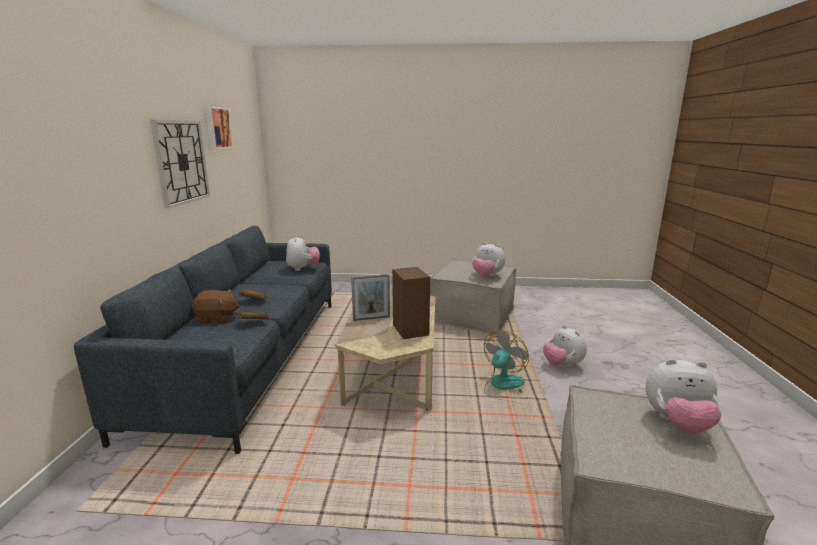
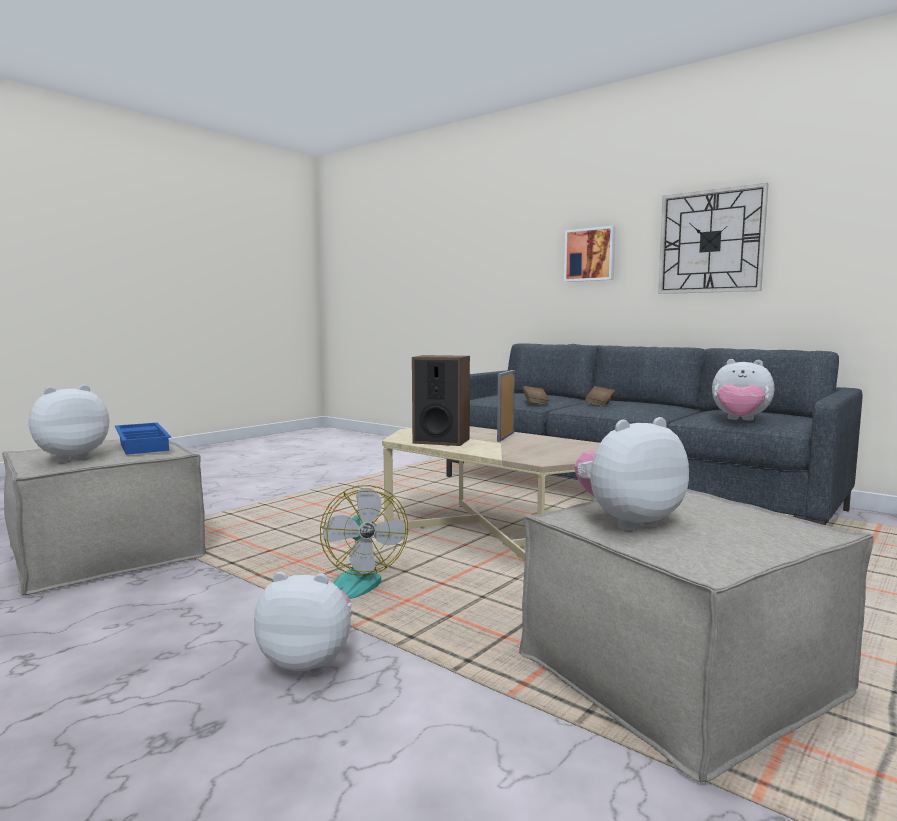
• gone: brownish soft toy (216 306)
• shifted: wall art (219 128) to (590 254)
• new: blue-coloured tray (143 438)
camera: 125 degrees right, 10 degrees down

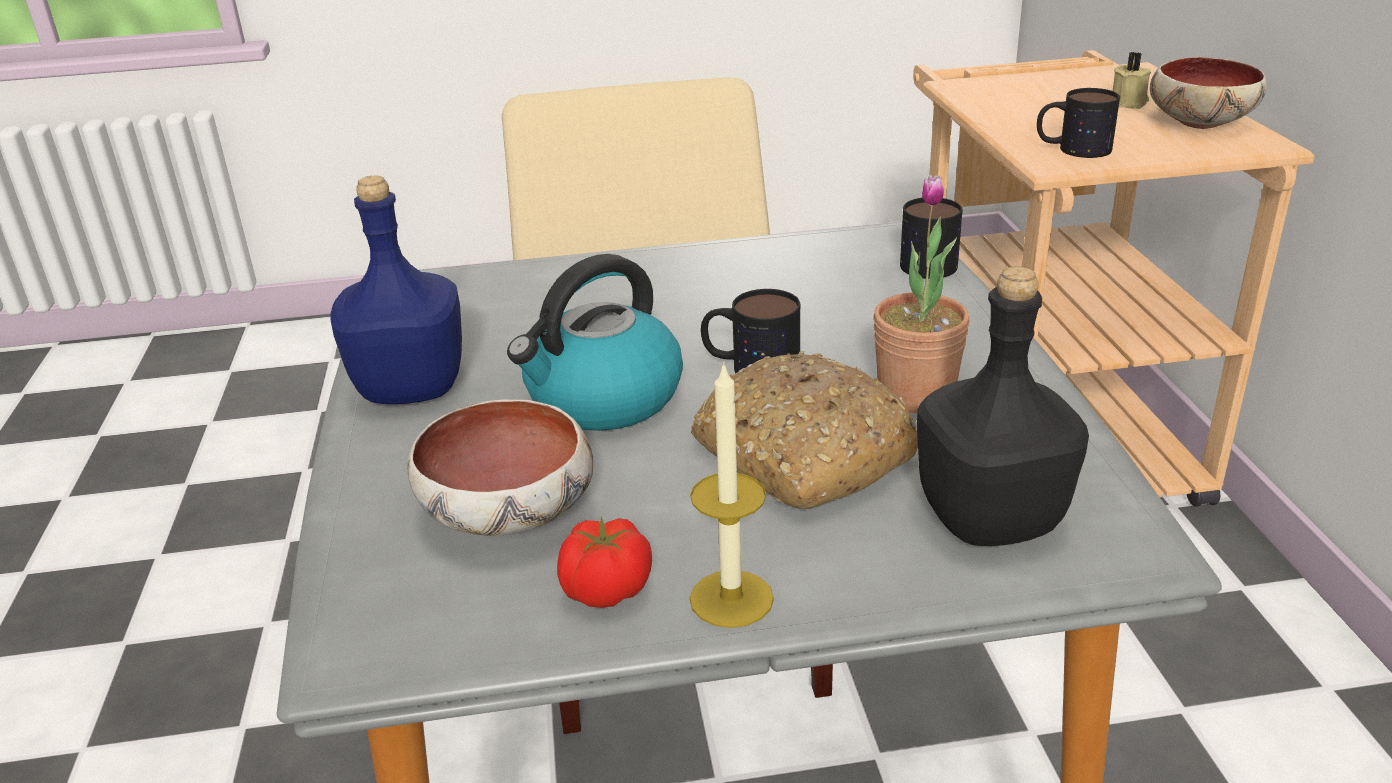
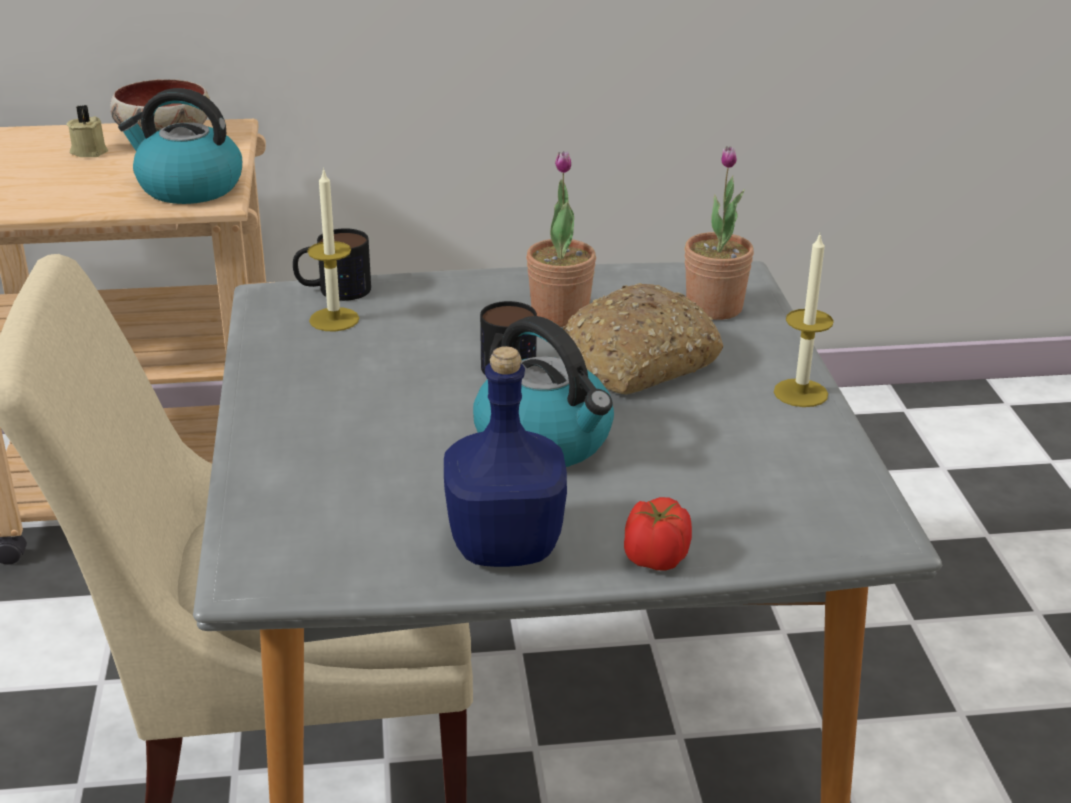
• gone: serving bowl (500 467)
• shifted: whole tomato (604 562) to (658 533)
• swapped: black beverage bottle (1003 406) to potted plant (719 233)
• swapped: tea mug (1078 123) to kettle (180 146)
• new: wax light (333 250)
camera: 90 degrees left, 0 degrees up

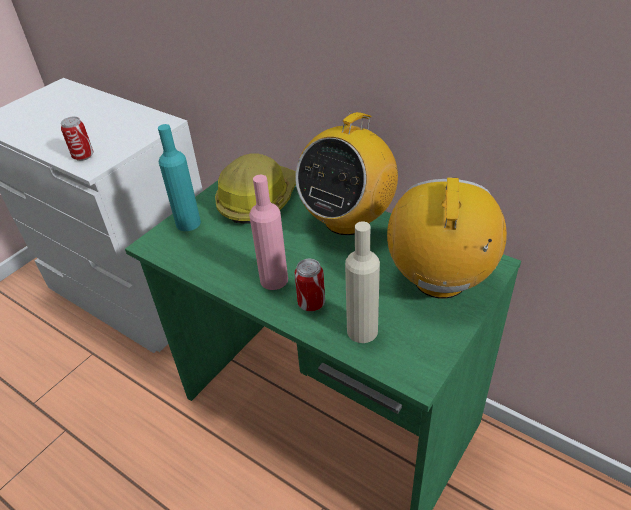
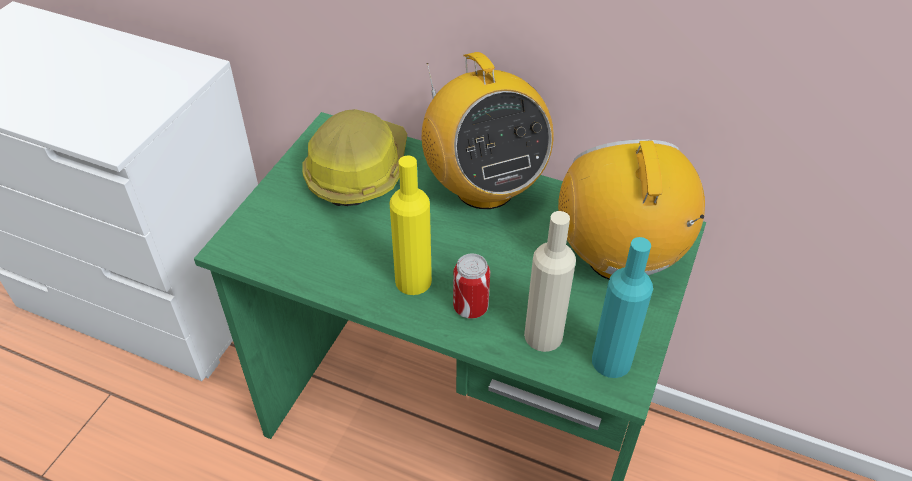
• gone: sealed can (77 139)
• shifted: blue-green beverage bottle (179 177) to (622 307)
• repainted: pink-coloured beverage bottle (268 232) to yellow beverage bottle (410 225)
• rotated: radio set (346 173) = (487 130) 45 degrees counterclockwise
camera: 15 degrees left, 5 degrees up

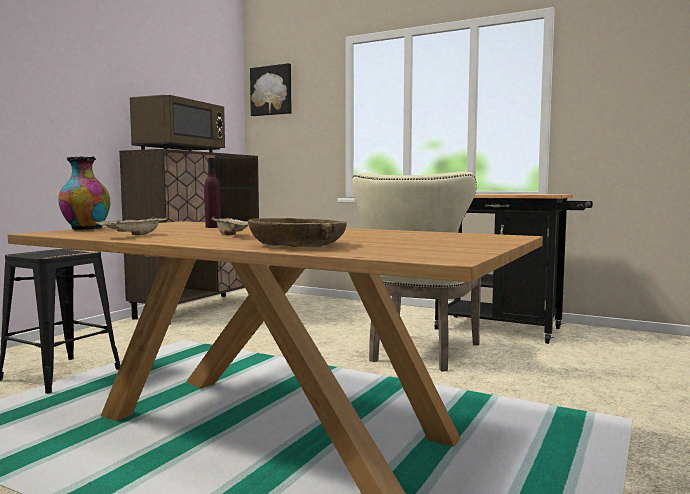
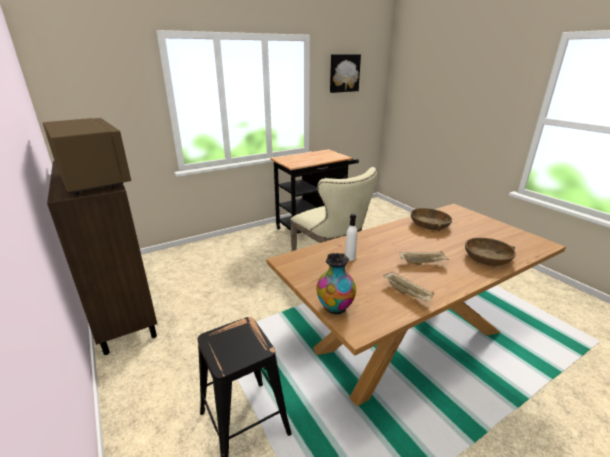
• repainted: purplish beverage bottle (213 193) to white-coloured beverage bottle (351 237)
• shifted: wall art (270 89) to (345 73)
• new: brownish serving bowl (431 219)
camera: 60 degrees left, 20 degrees up

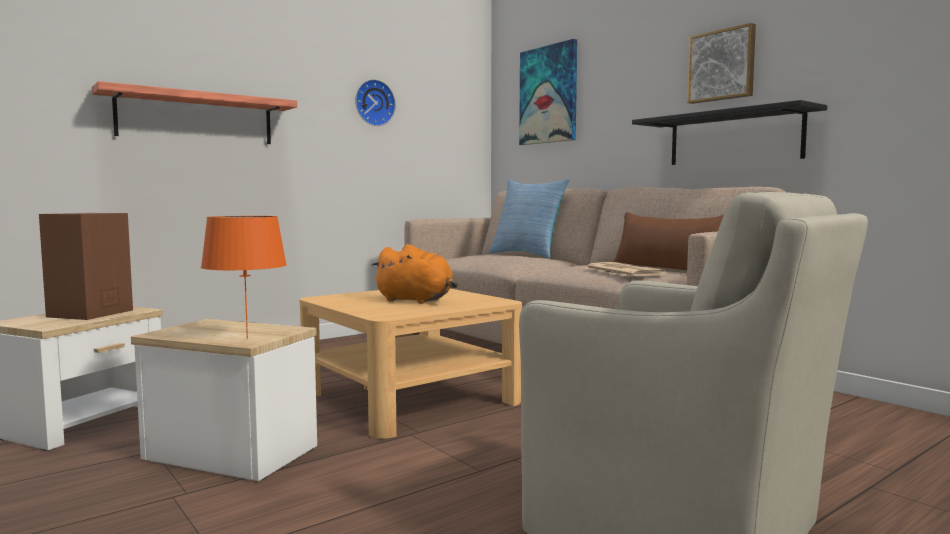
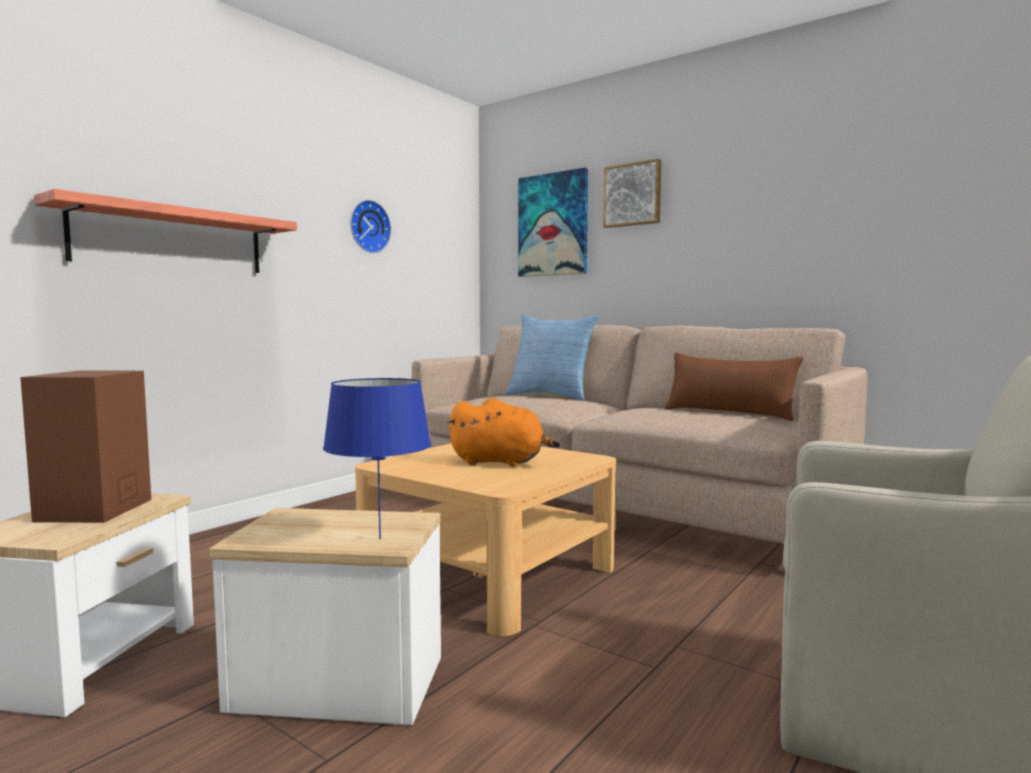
• repainted: orange lamp for a table (244 277) to blue-coloured lamp for a table (377 458)
• gone: daily paper (625 269)
• gone: black shelf (729 132)
• shifted: wall art (721 63) to (632 193)
camera: 15 degrees left, 0 degrees up

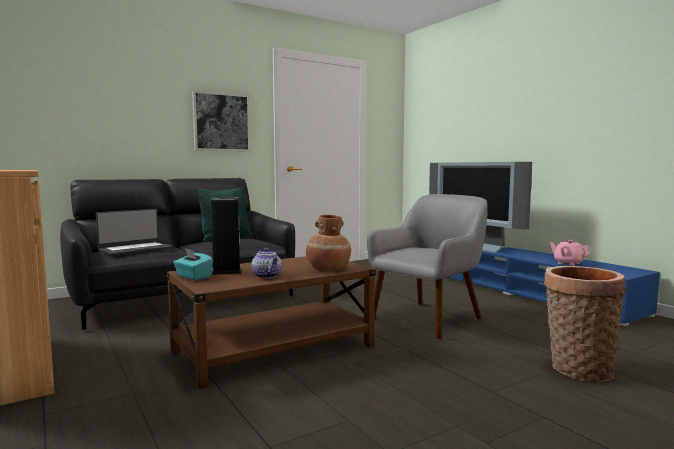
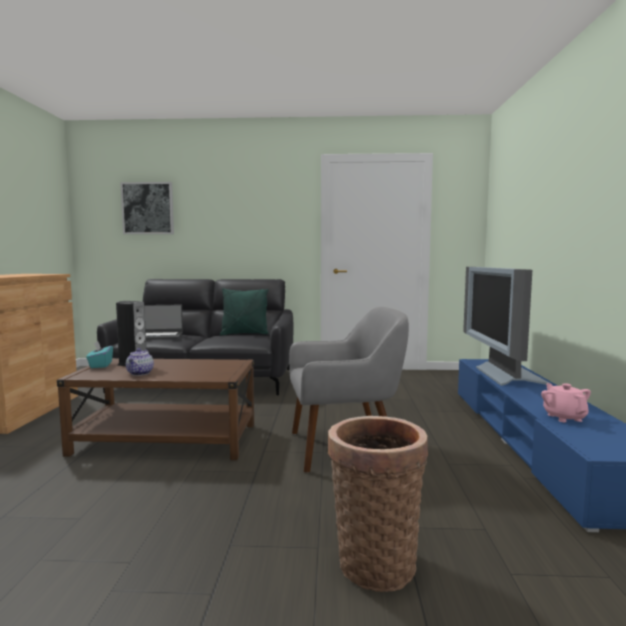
• shifted: wall art (221 120) to (147 208)
• gone: brownish flower vase (328 243)
camera: 35 degrees right, 0 degrees up

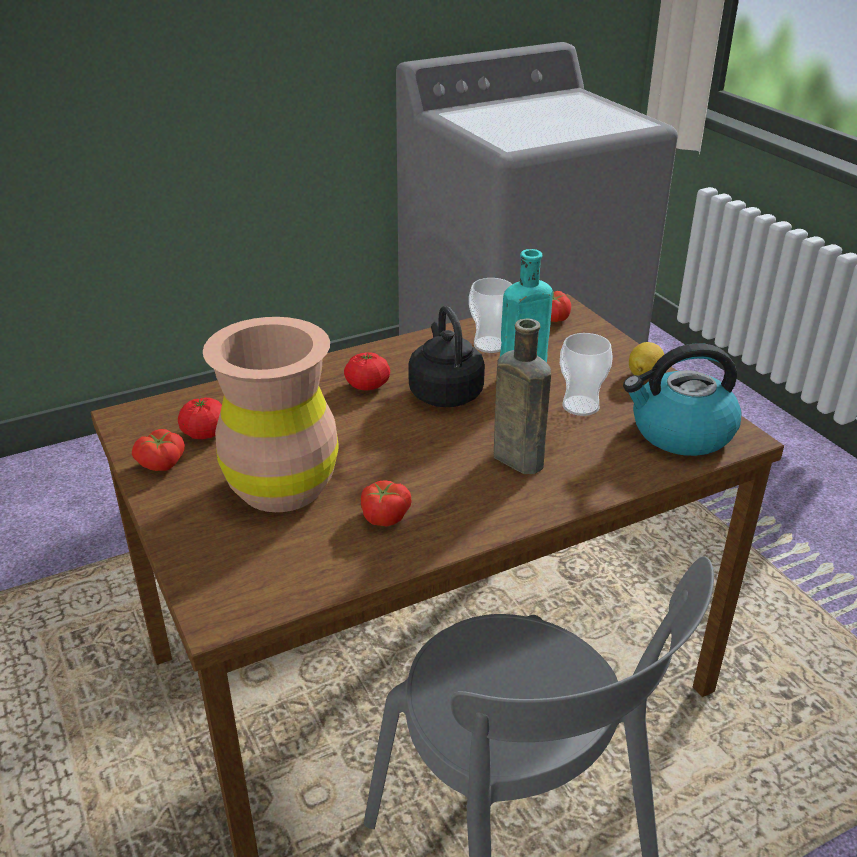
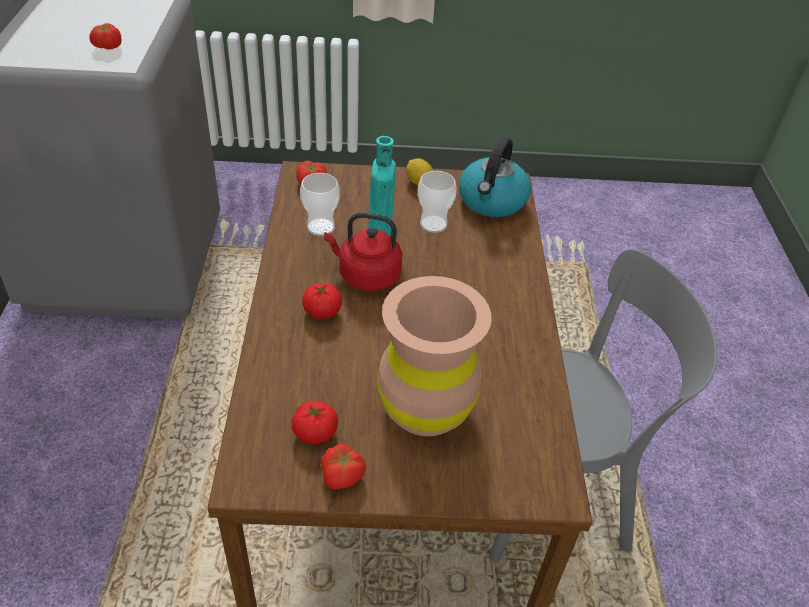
• shifted: whole tomato (386 503) to (105 36)
• repainted: black kettle (446 356) to red-coloured kettle (363 251)
• gone: brownish beverage bottle (522 396)
camera: 65 degrees left, 10 degrees up

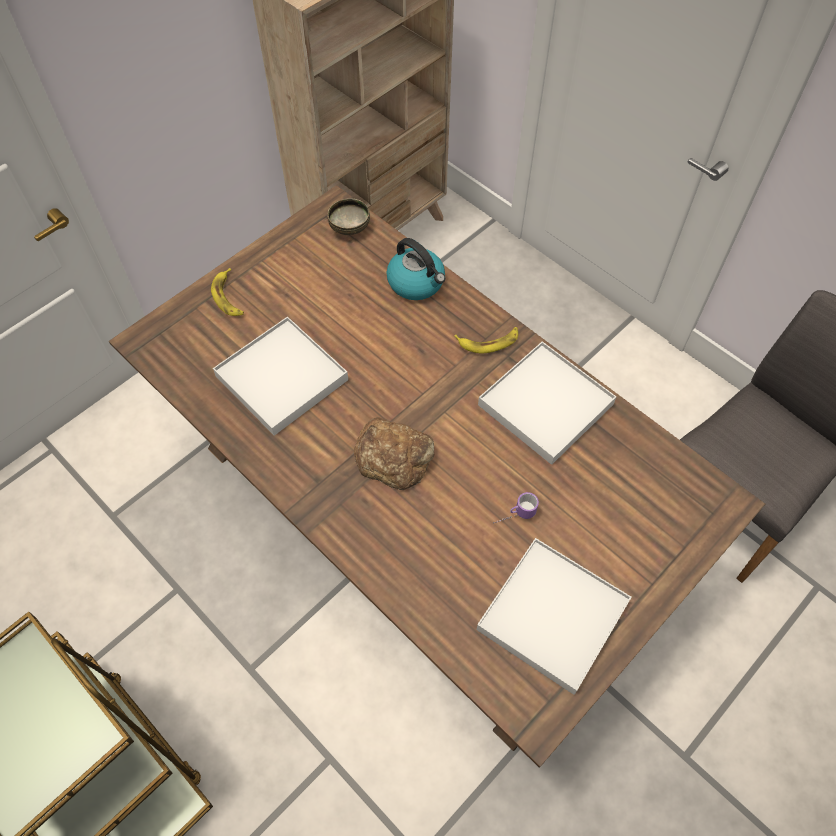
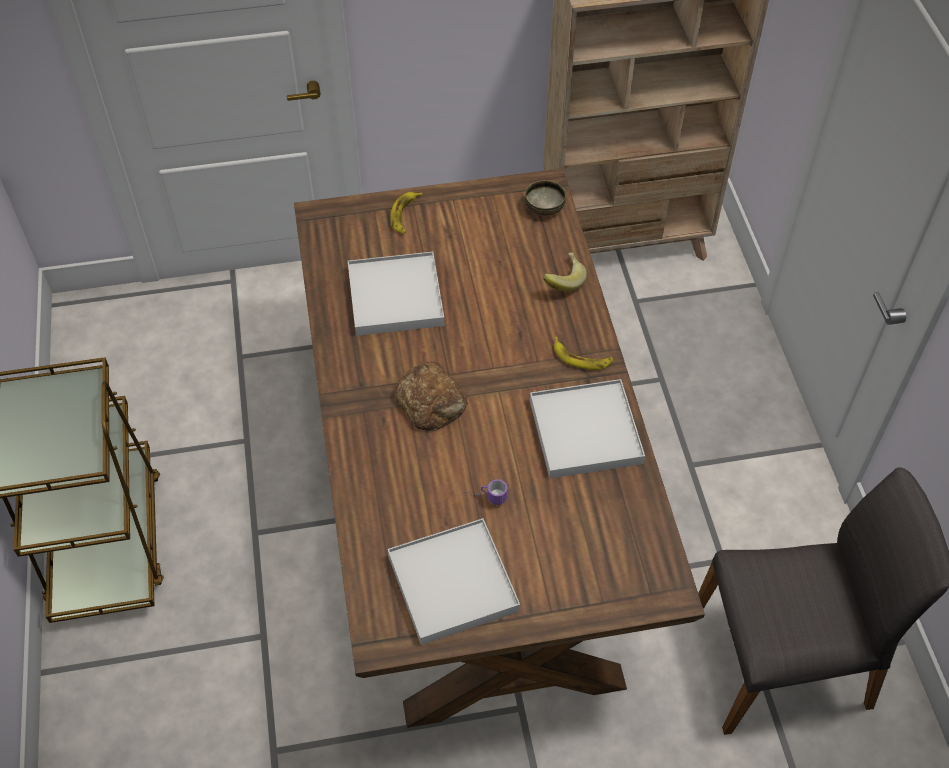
• swapped: kettle (415 269) to banana fruit (565 272)
camera: 35 degrees right, 5 degrees down

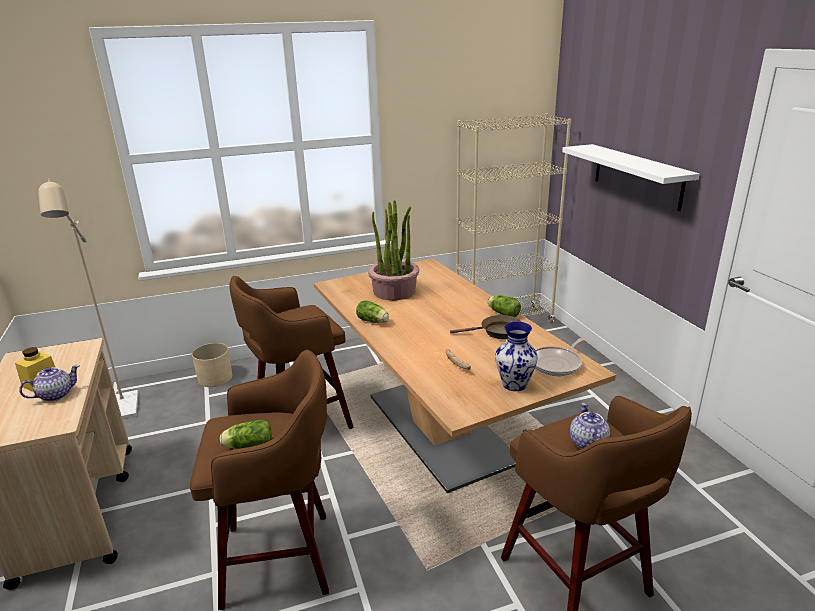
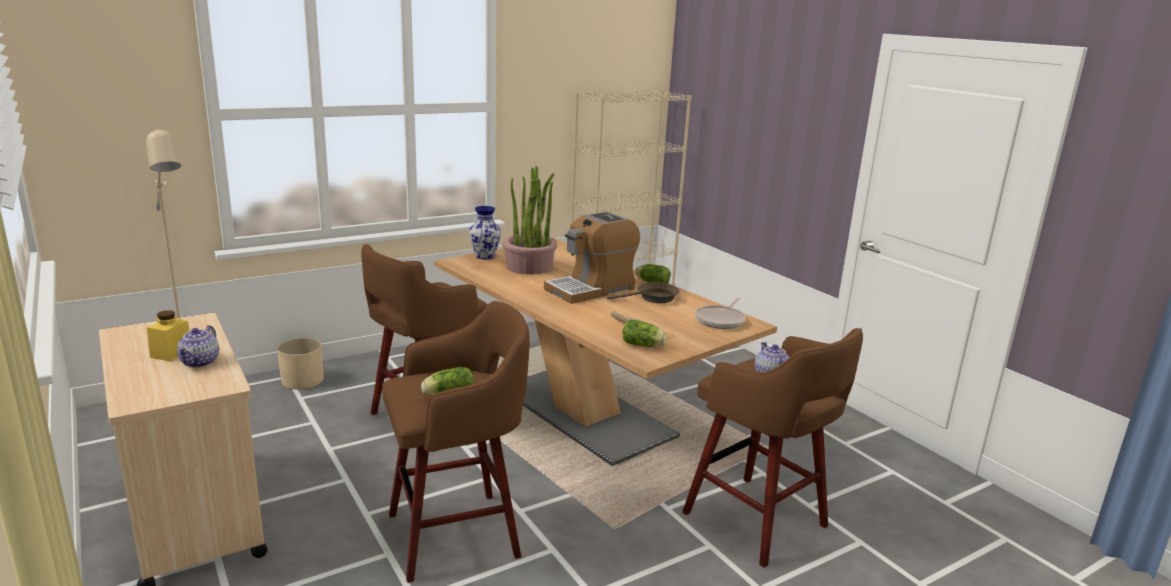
• rotated: tea pot (49 383) = (198 346) 150 degrees clockwise
• shifted: lettuce (372 311) to (644 333)
• shifted: flower vase (516 356) to (485 232)
• gone: white-coloured shelf (630 177)
• new: coffee brewer (592 258)
camera: 15 degrees left, 5 degrees down

